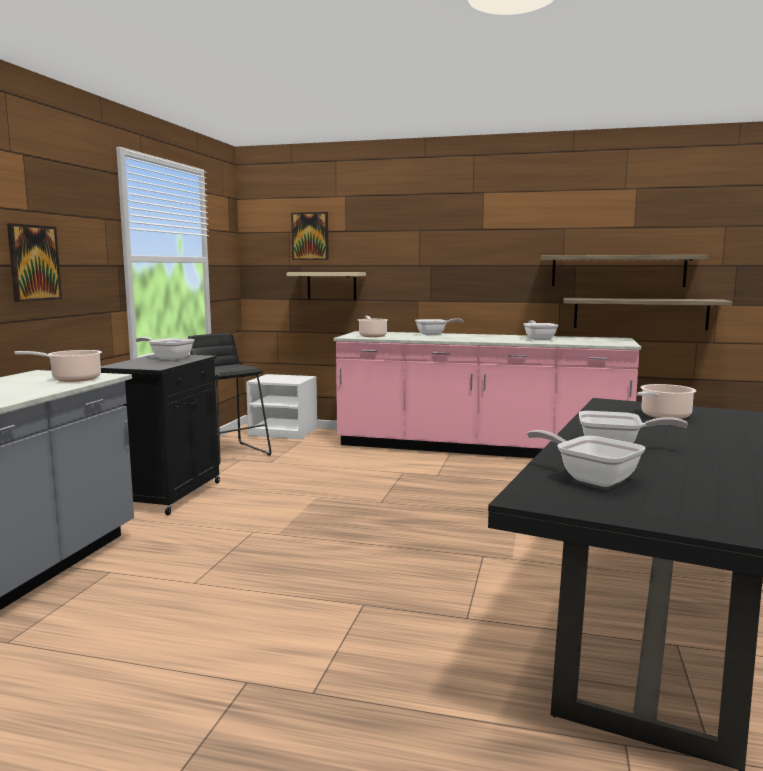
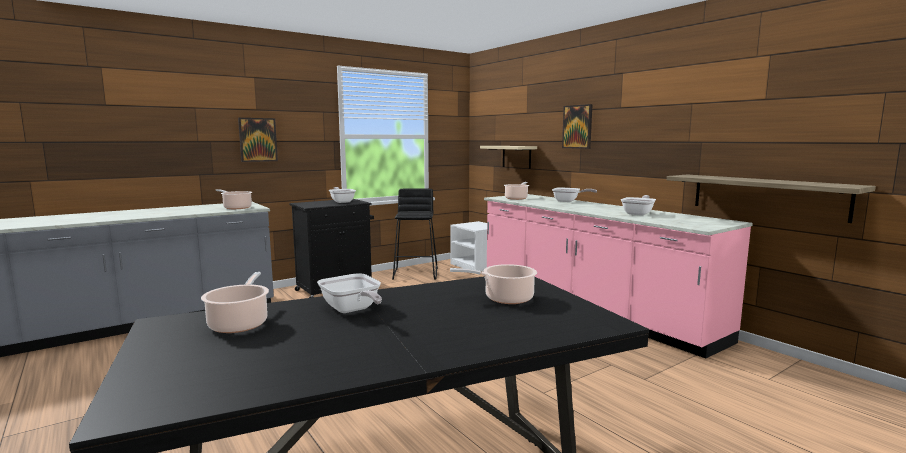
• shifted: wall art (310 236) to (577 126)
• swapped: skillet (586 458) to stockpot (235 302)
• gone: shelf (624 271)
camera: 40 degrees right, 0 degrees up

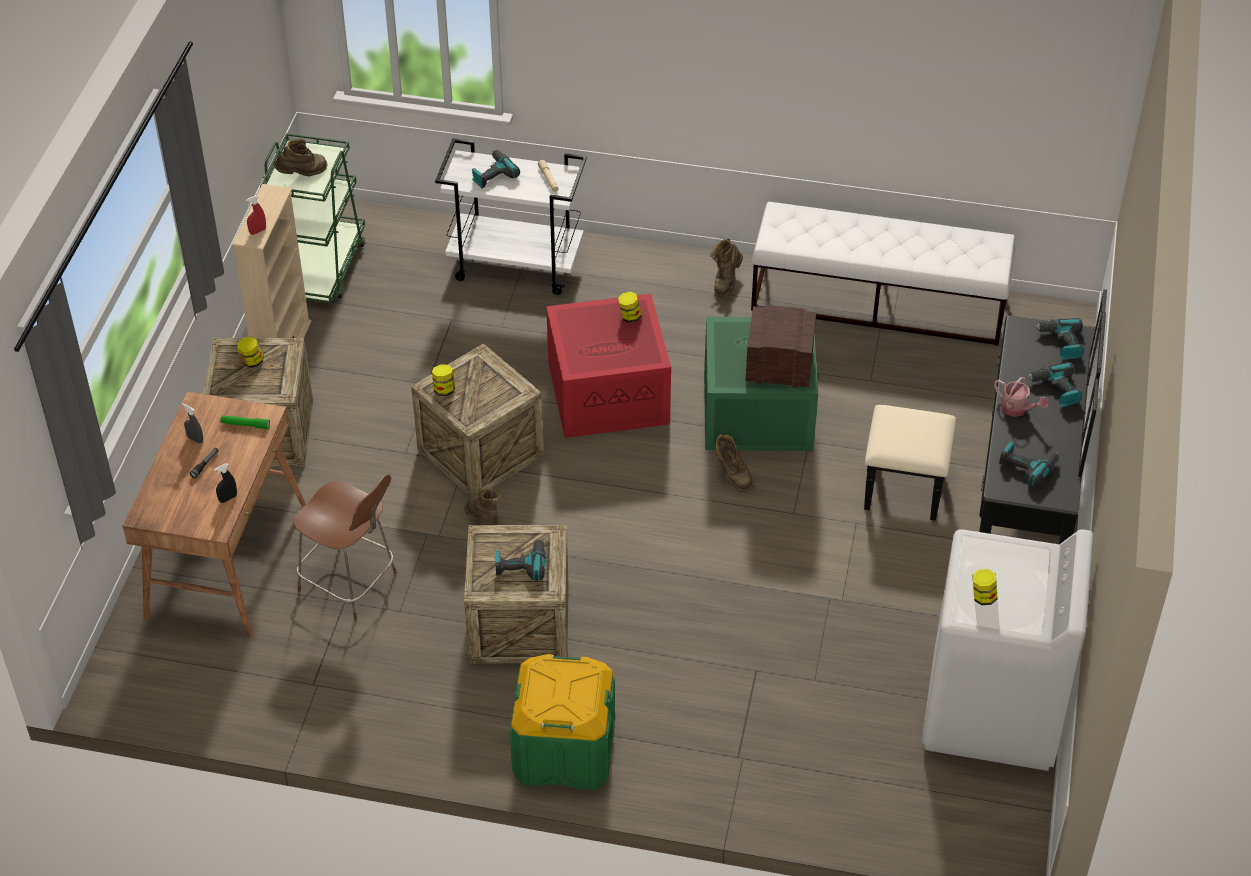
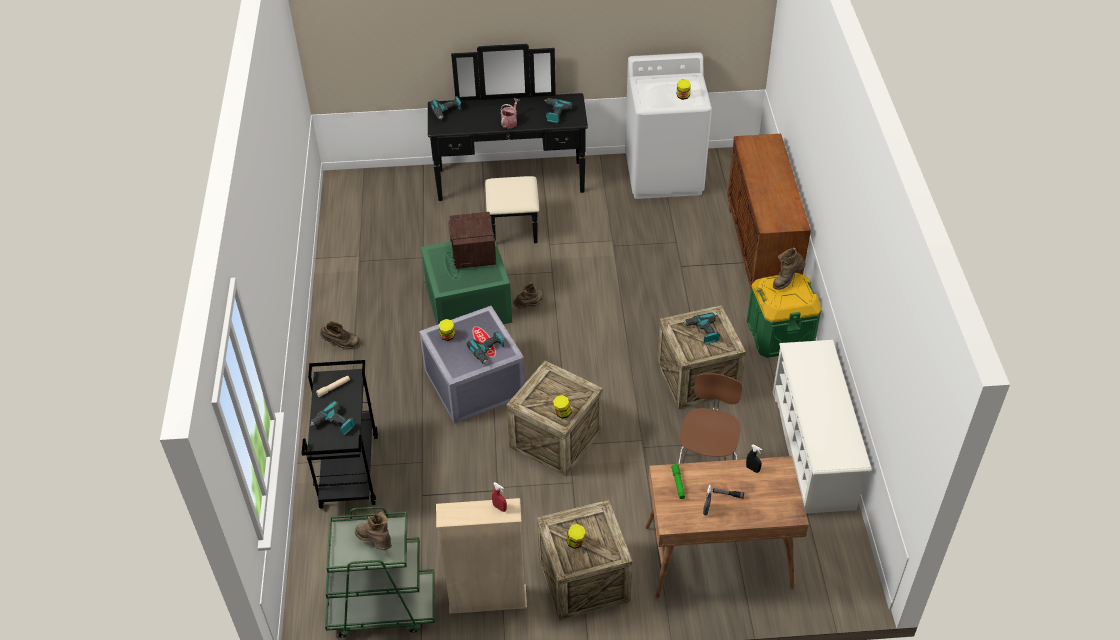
• repainted: white-coloured wheeled cart (511 216) to black wheeled cart (340 434)
• shifted: brownish tall boot (482 506) to (789 269)
• repainted: red-coloured storage container (608 366) to gray storage container (472 365)
• gone: white-coloured indoor bench (883 274)
• shifted: power drill (1054 384) to (485 347)
• new: brownish cupboard (769 212)
• new: white-coloured shoe shelf (822 427)
camera: 105 degrees left, 0 degrees up

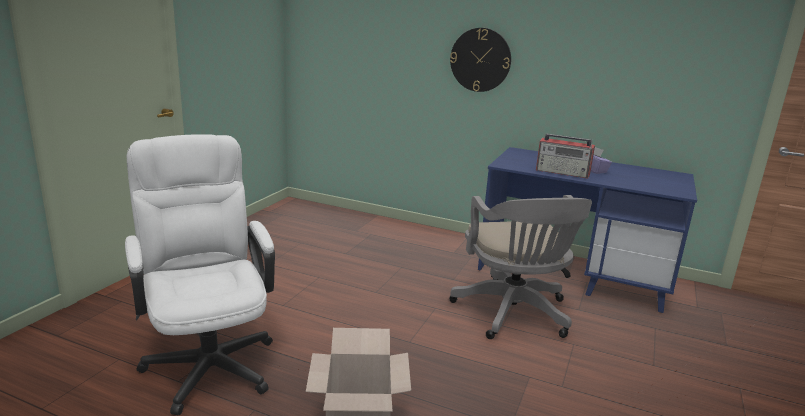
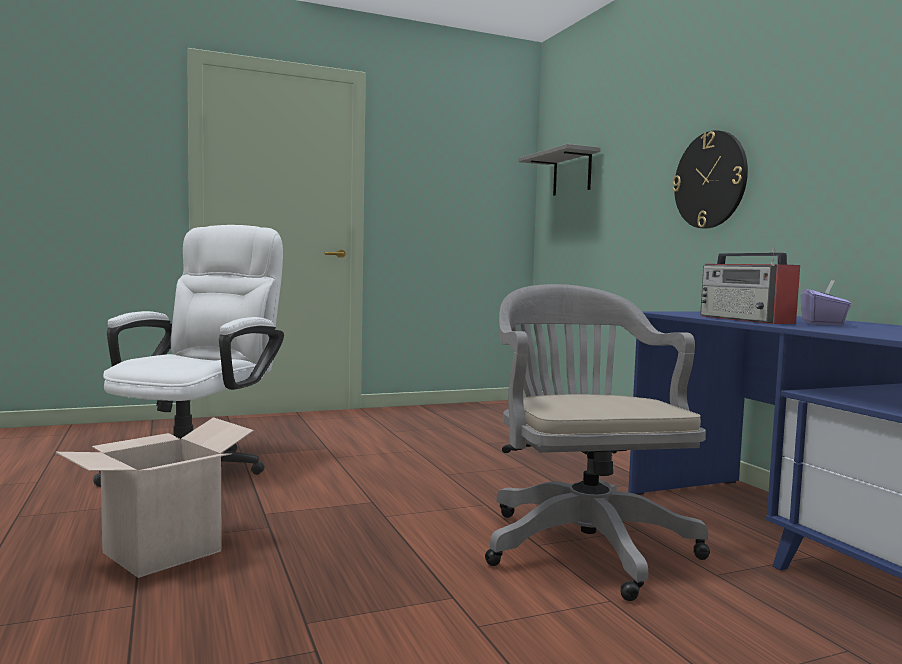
• rotated: gray office chair (520 267) = (597 442) 135 degrees clockwise
• new: gray shelf (559 170)
camera: 45 degrees right, 15 degrees down

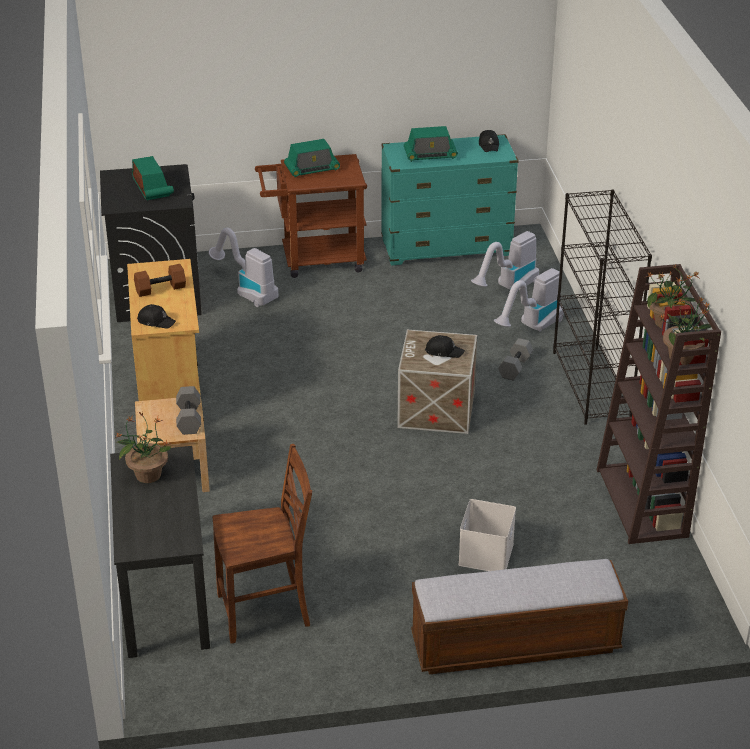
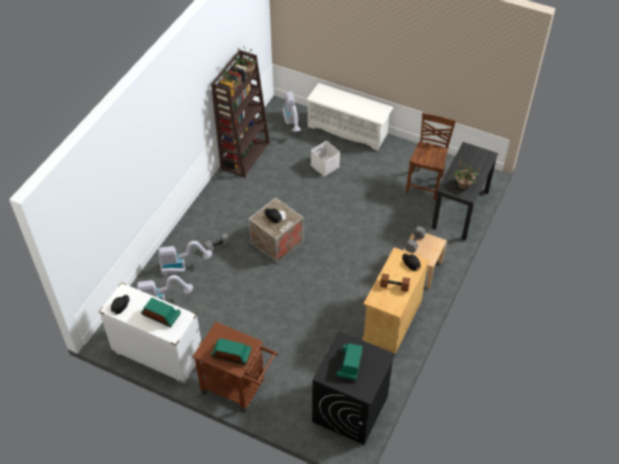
• shifted: hoover (244 267) to (291 111)
• rotated: brownish plain chair (262 544) = (431 156) 90 degrees clockwise
• repainted: blue-green chest of drawers (450 200) to white-coloured chest of drawers (150 333)
• swapped: indoor bench (519 616) to white-coloured shoe shelf (349 117)
• gone: black shelving unit (602 307)
camera: 145 degrees left, 15 degrees up

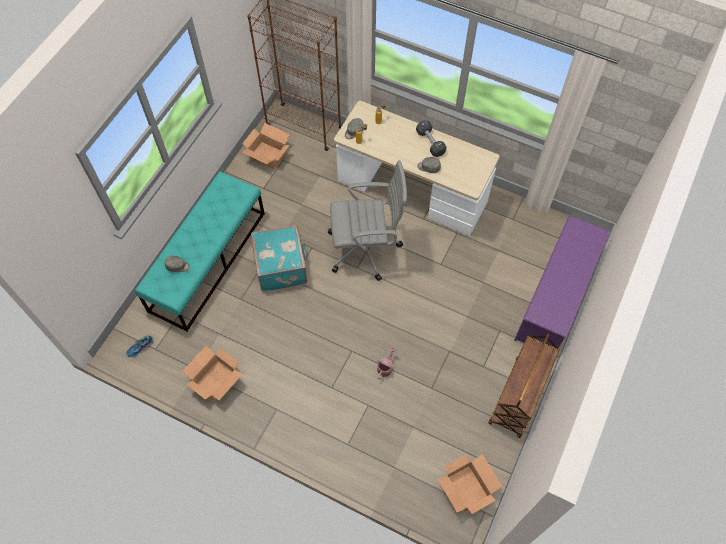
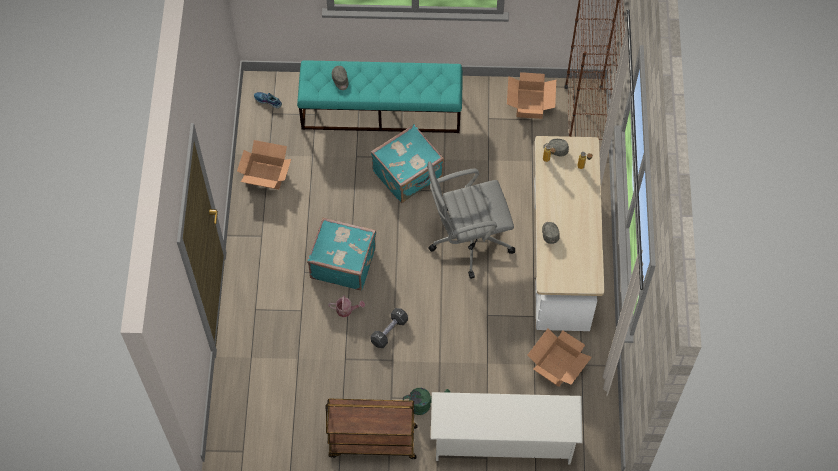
• rotated: gray office chair (367 220) = (471 220) 105 degrees clockwise
• shifted: black free weight (431 138) to (389 328)
• shifted: carton (470 484) to (560 357)
• repainted: purplish shoe shelf (562 281) to white-coloured shoe shelf (507 428)
• new: blue-green piece of luggage (341 254)
• new: green-coloured sprinkling can (427 401)
camera: 65 degrees right, 0 degrees up

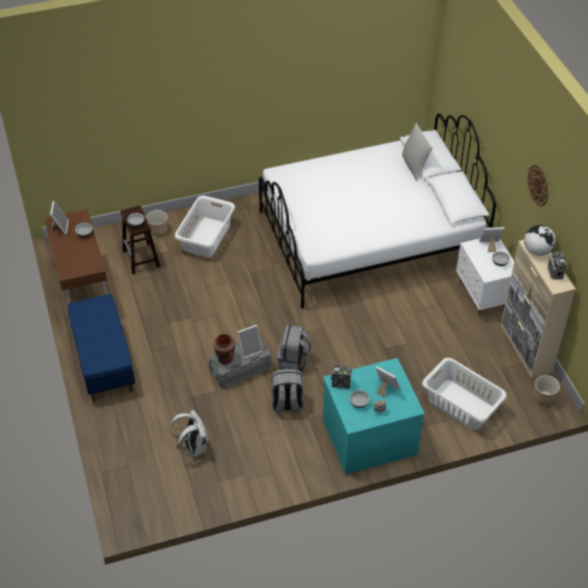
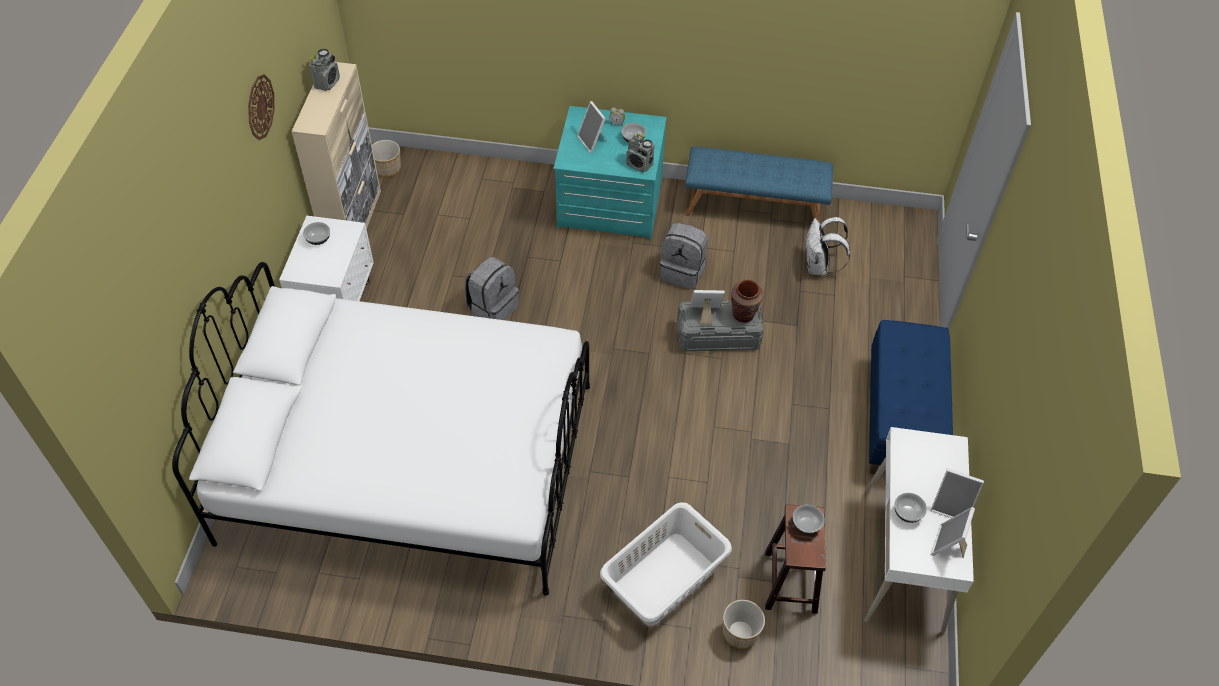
• repainted: brownish desk unit (76 268) to white-coloured desk unit (919 530)
• shifted: gray rucksack (294 348) to (491 288)
• gone: gray pillow (417 151)
• gone: white-coloured laundry basket (464 394)
• shifted: photo frame (492 239) to (957 493)
• gone: world globe (540 240)
• new: blue-coloured indoor bench (759 185)
camera: 155 degrees left, 5 degrees up

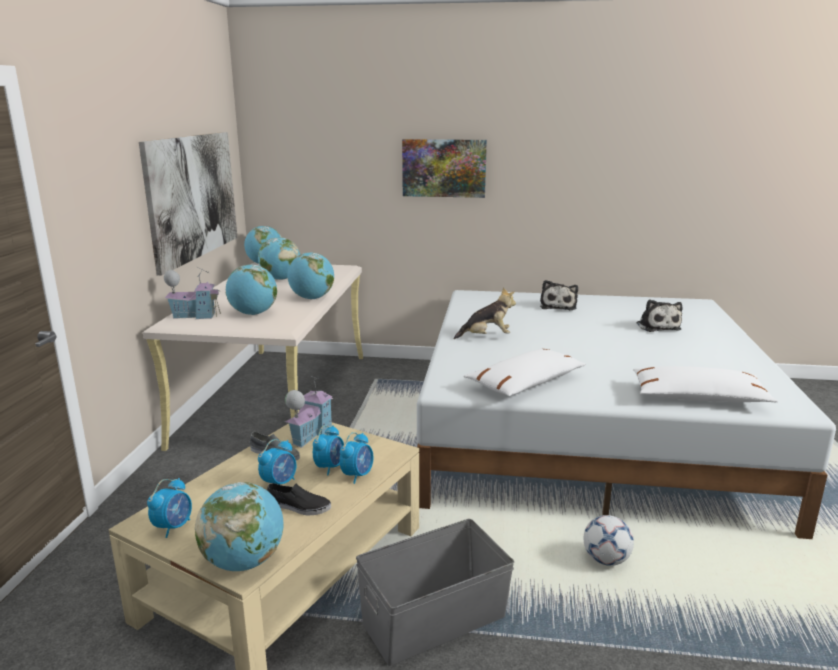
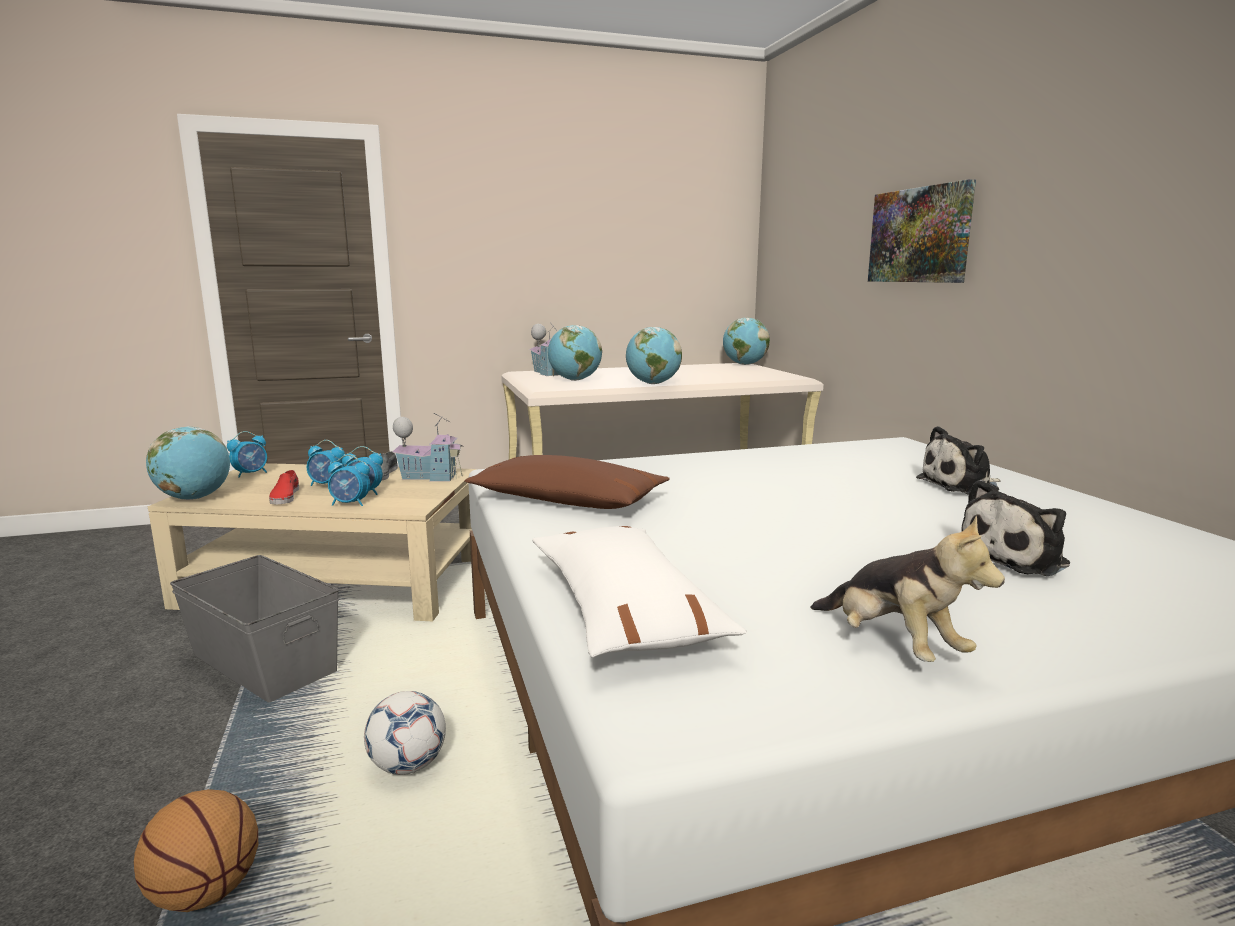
• gone: wall art (188 204)
• rotated: bedside clock (169 508) = (247 454) 45 degrees counterclockwise
• gone: world globe (279 258)
• repainted: black shoe (299 499) to red-coloured shoe (284 487)
• shifted: soft toy (484 313) to (908 589)
• repainted: white-coloured pillow (525 372) to brownish pillow (567 482)
• new: basketball (196 850)
camera: 65 degrees right, 5 degrees down

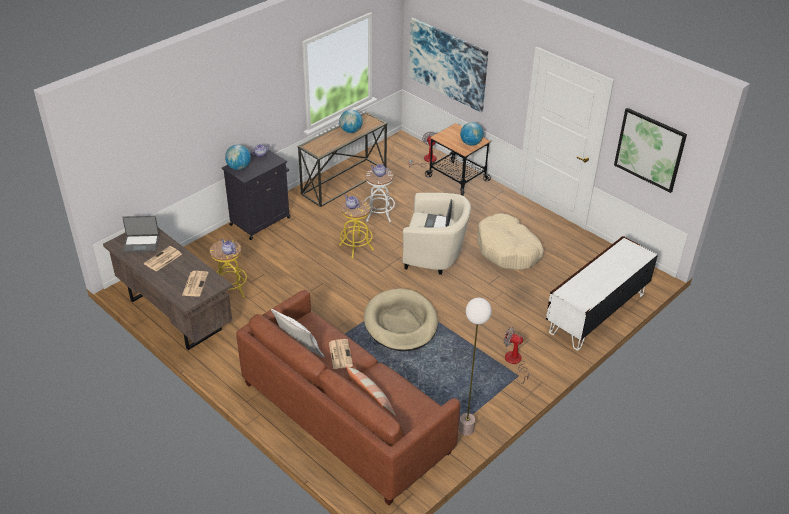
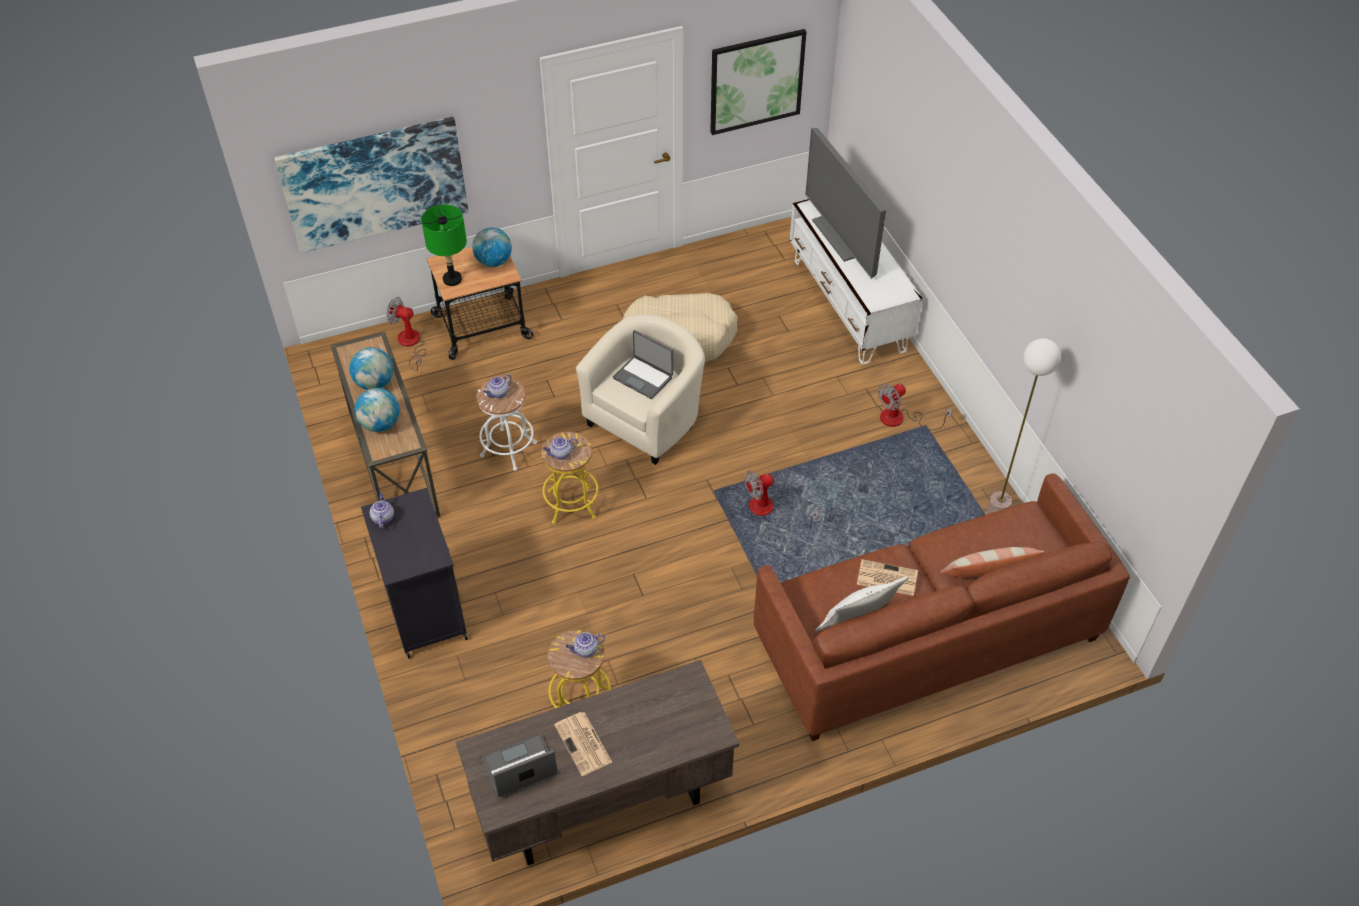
• rotated: notebook computer (140 234) = (520 765) 135 degrees counterclockwise
• gone: daily paper (195 284)
• shifted: world globe (238 157) to (377 410)
• swapped: beige-coloured dog cushion (401 319) to electric fan (781 499)
• new: green-coloured lamp for a table (444 245)
• new: TV set (845 203)
camera: 65 degrees left, 10 degrees up

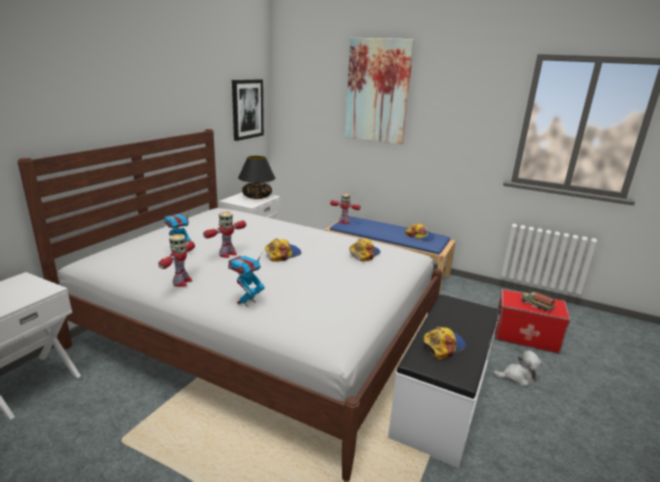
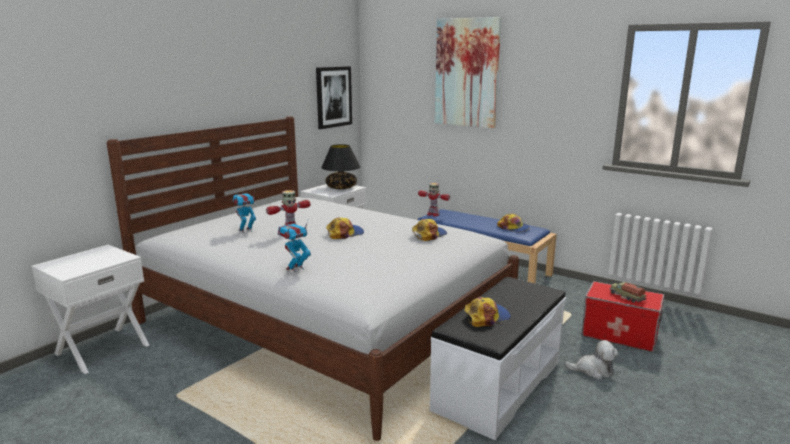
• gone: model robot (176 260)
camera: 10 degrees right, 5 degrees down

